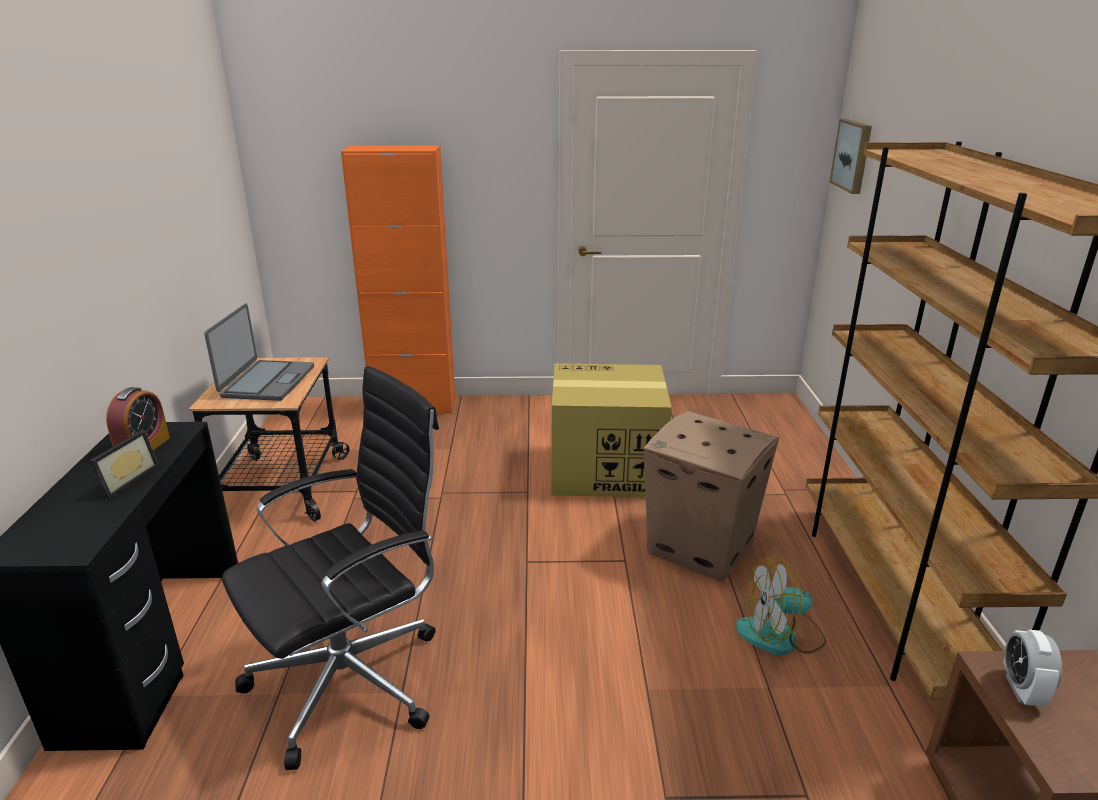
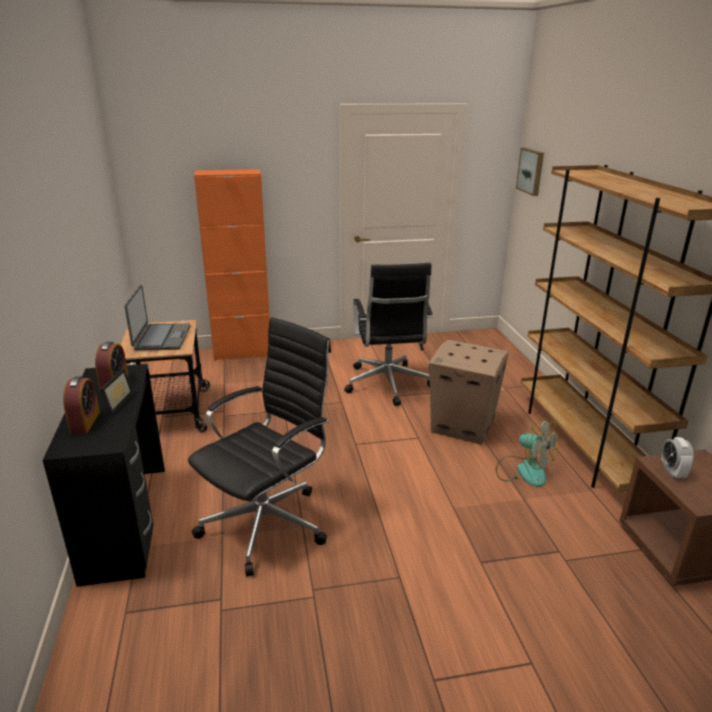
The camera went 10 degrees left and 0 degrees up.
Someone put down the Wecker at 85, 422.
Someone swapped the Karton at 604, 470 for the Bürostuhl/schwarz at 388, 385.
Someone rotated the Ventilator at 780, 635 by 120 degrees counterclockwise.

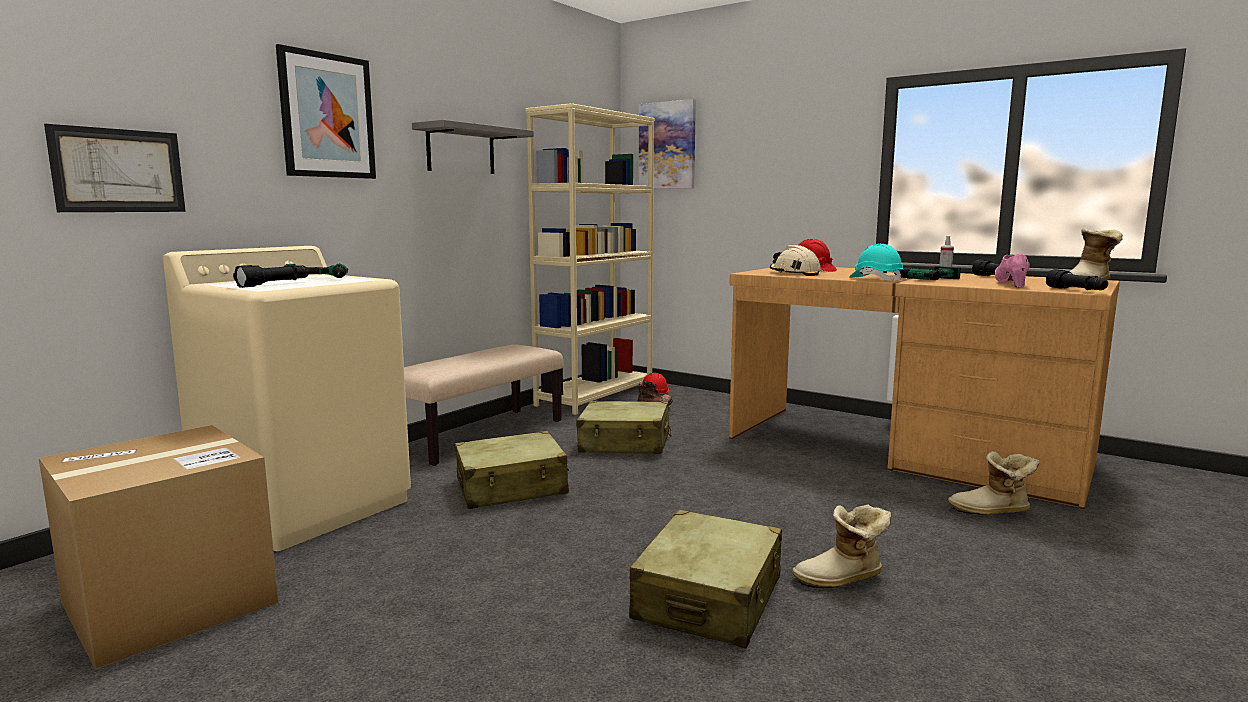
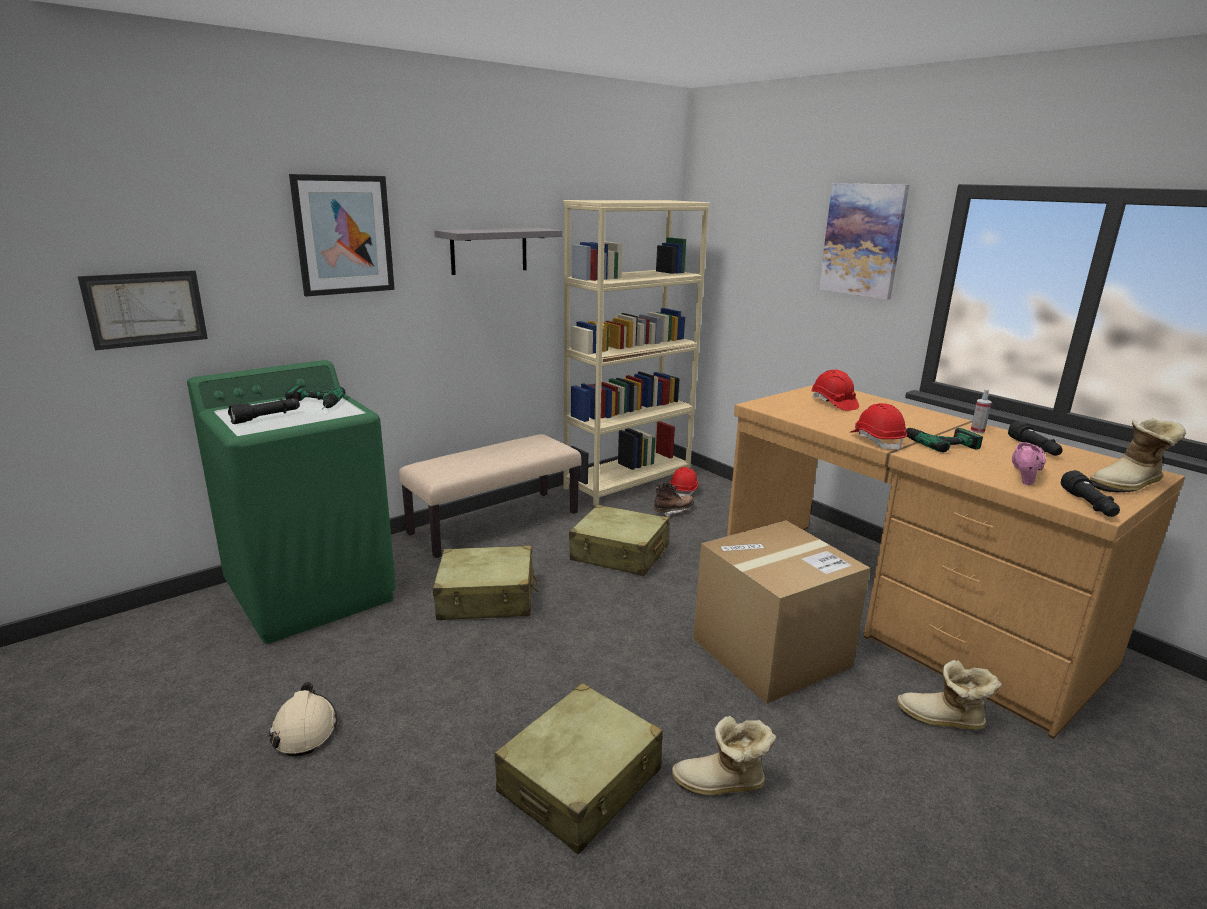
The camera went 15 degrees right and 10 degrees up.
Someone repainted the Waschmaschine/beige at 306, 506, which became the Waschmaschine/grün at 312, 592.
Someone carried the Schutzhelm/beige from 794, 273 to 304, 729.
Someone carried the Karton from 170, 603 to 770, 652.
Someone carried the Bild from 667, 145 to 862, 240.
Someone repainted the Schutzhelm/türkis at 876, 279, which became the Schutzhelm/rot at 876, 441.

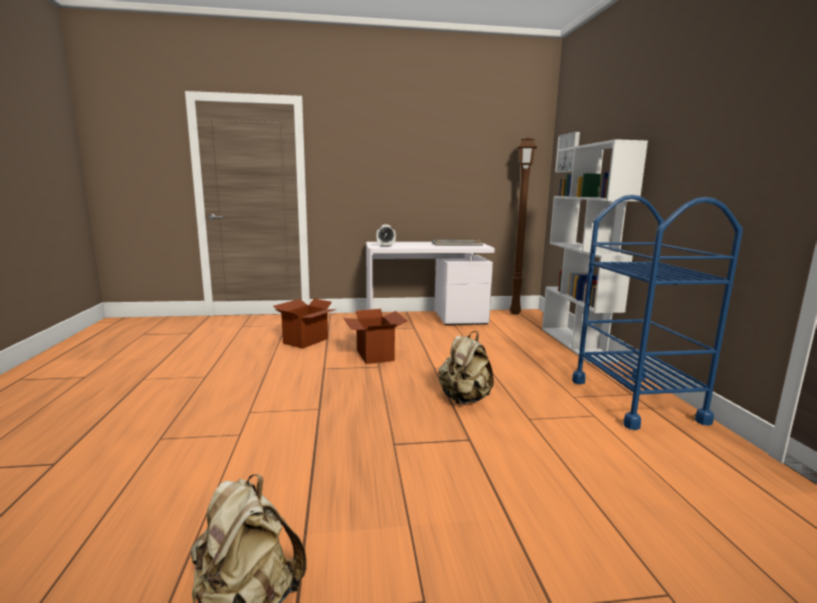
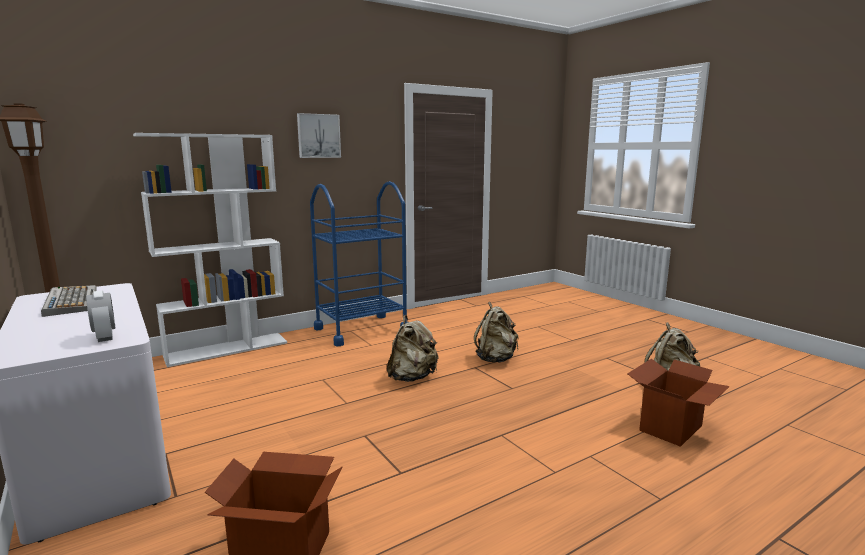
The camera went 115 degrees left and 0 degrees up.
Someone carried the Bild from 569, 153 to 318, 136.
Someone put down the Rucksack/beige at 496, 359.
Someone carried the Karton from 374, 355 to 672, 428.

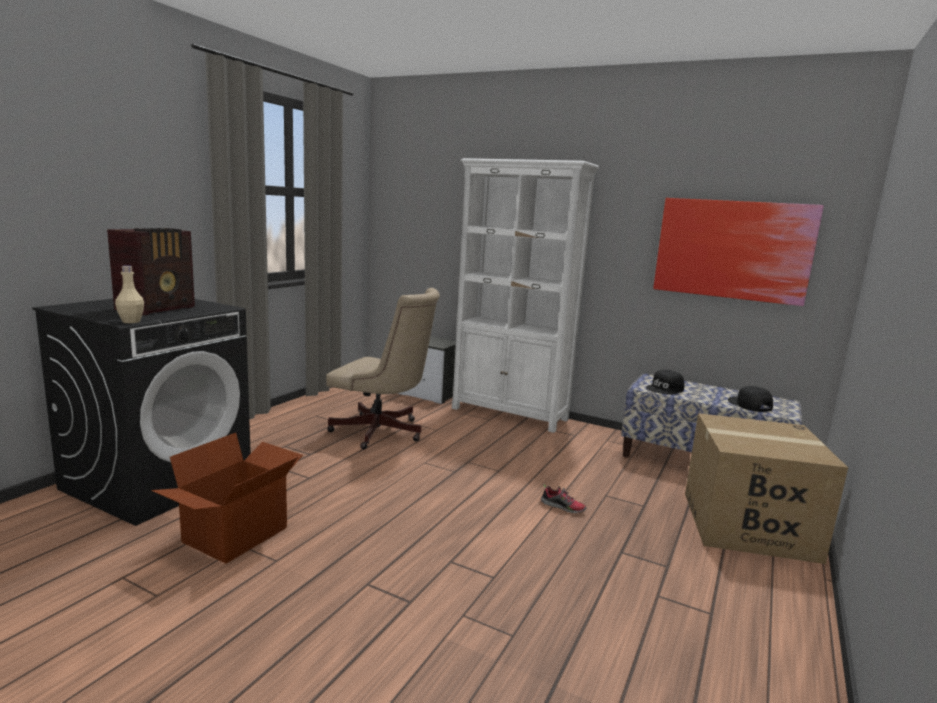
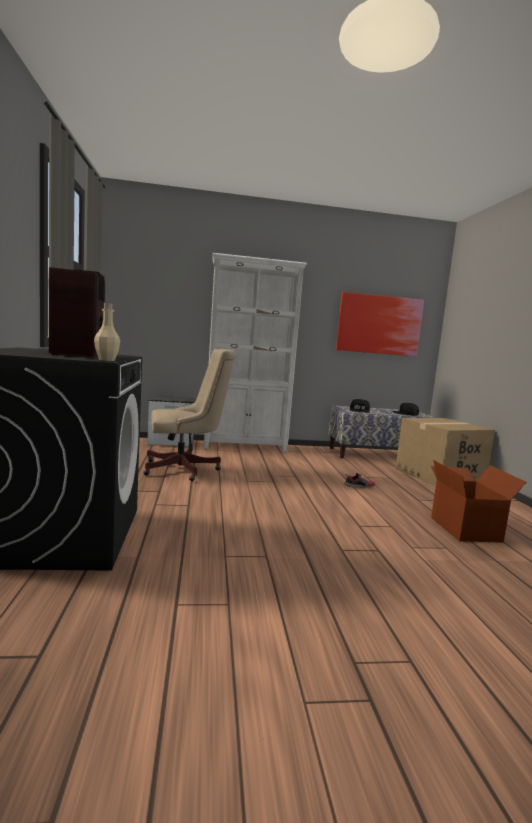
The camera went 35 degrees left and 5 degrees down.
Someone carried the Karton from 237, 535 to 466, 529.

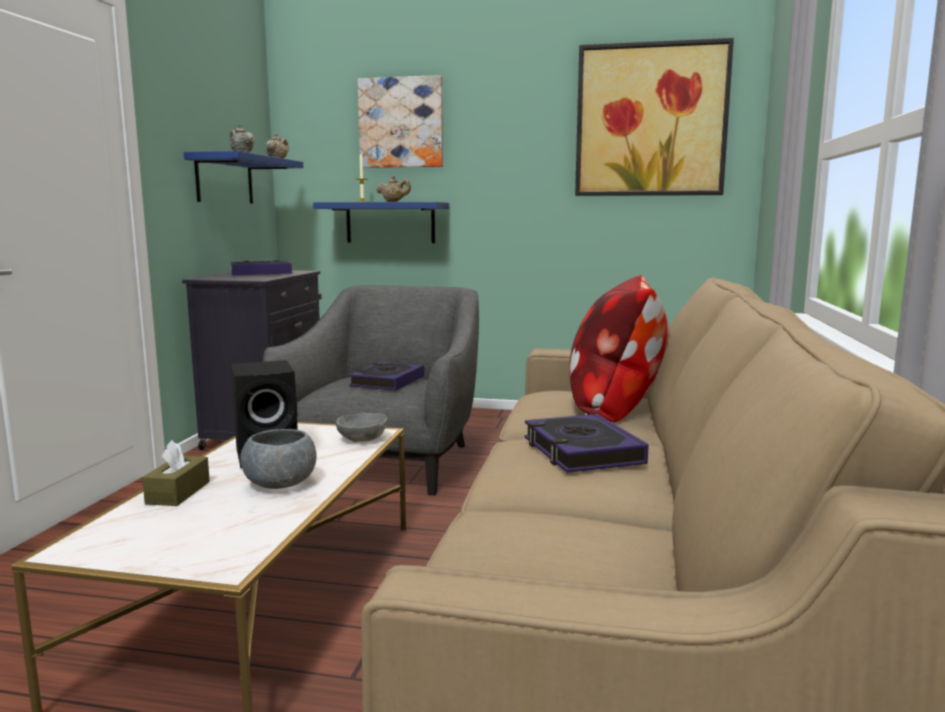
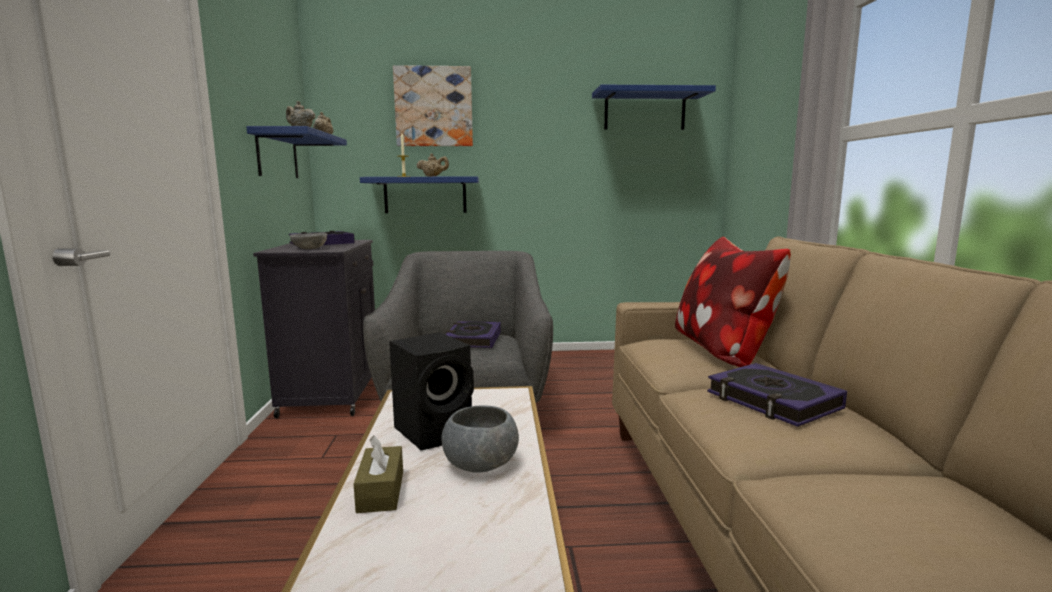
The camera went 15 degrees left and 0 degrees up.
Someone carried the Schüssel/grau from 362, 439 to 310, 249.
Someone swapped the Bild at 650, 120 for the Wandregal/blau at 644, 111.

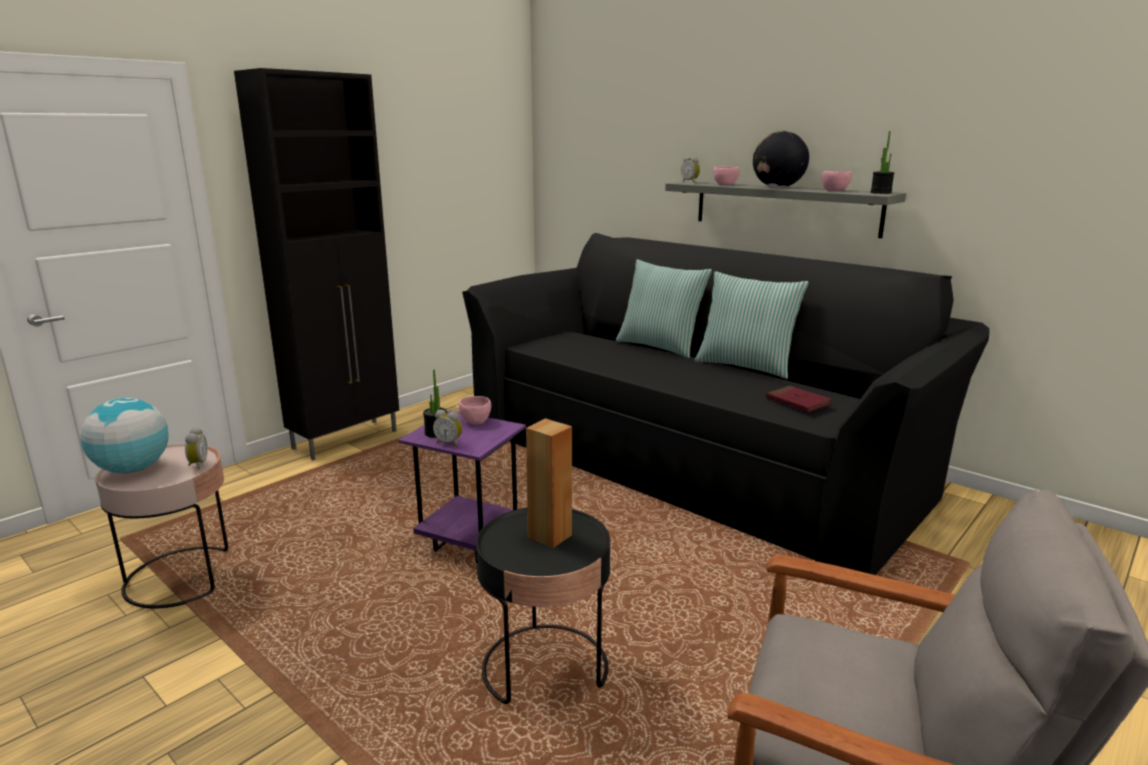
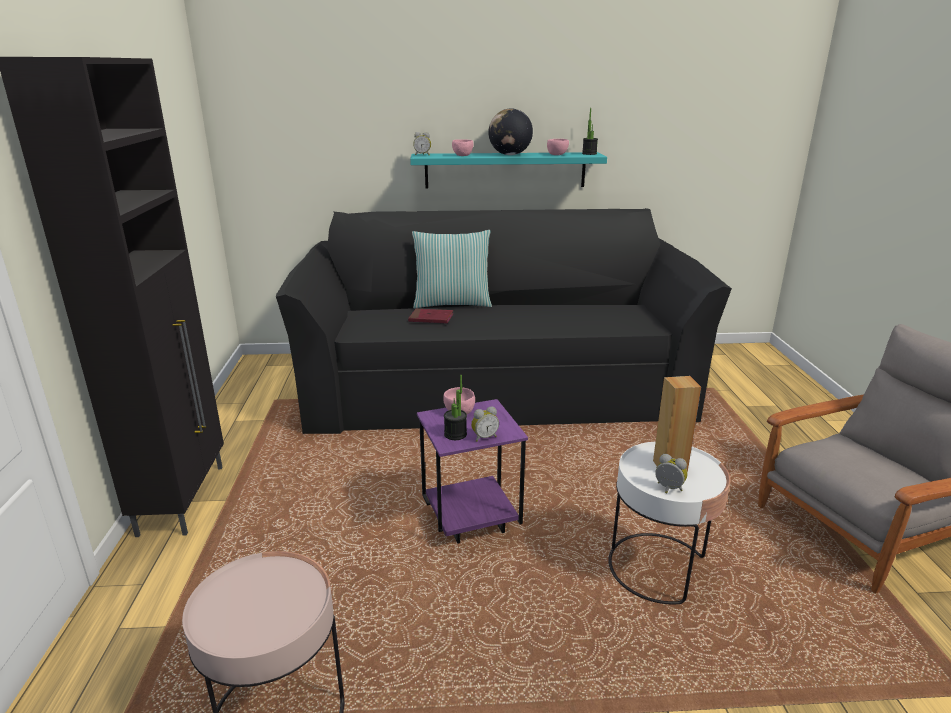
The camera went 45 degrees left and 5 degrees up.
Someone carried the Buch/rot from 798, 402 to 431, 318.
Someone repainted the Wandregal/grau at 784, 207, which became the Wandregal/türkis at 505, 170.
Someone repainted the Beistelltisch/schwarz at 545, 667, which became the Beistelltisch/weiß at 658, 567.
Someone carried the Wecker from 197, 464 to 668, 489.
Someone took away the Globus at 132, 469.
Someone took away the Kissen at 746, 366.

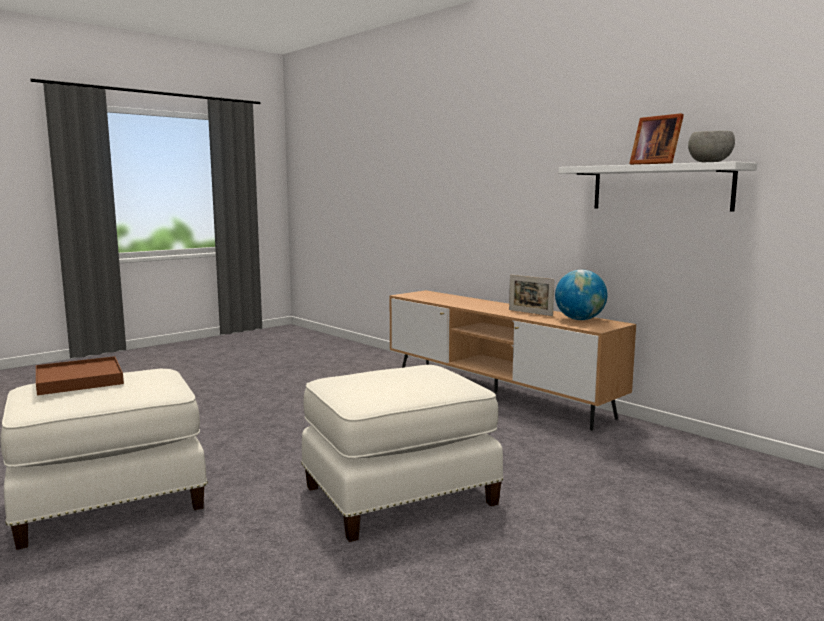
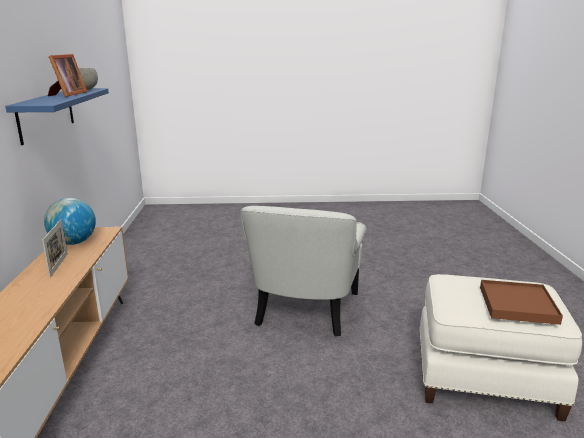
The camera went 140 degrees left and 10 degrees up.
Someone repainted the Wandregal/weiß at 660, 187, which became the Wandregal/blau at 46, 114.
Someone swapped the Polsterhocker/weiß at 398, 494 for the Sessel/weiß at 305, 309.

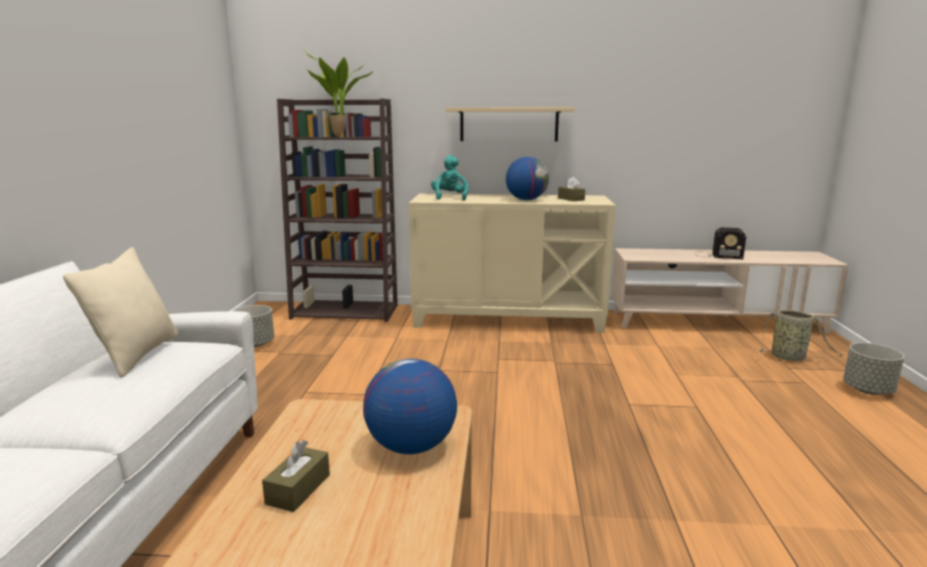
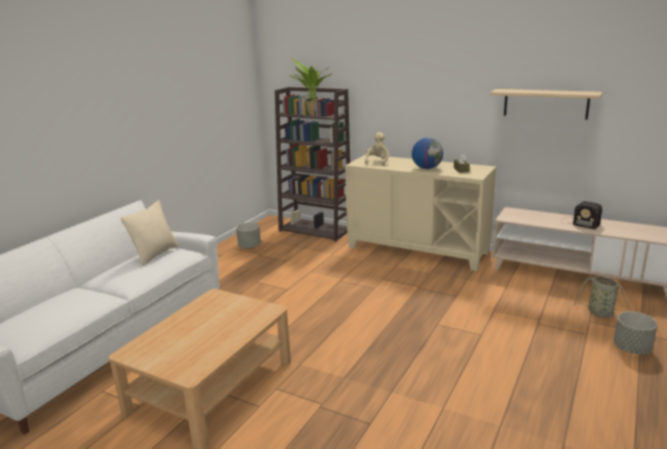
The camera went 25 degrees right and 5 degrees up.
Someone repainted the Plüschtier/türkis at 449, 198, which became the Plüschtier/beige at 377, 162.
Someone carried the Wandregal/beige from 509, 124 to 545, 103.
Someone took away the Taschentuchbox/braun at 298, 489.
Someone took away the Globus at 411, 446.

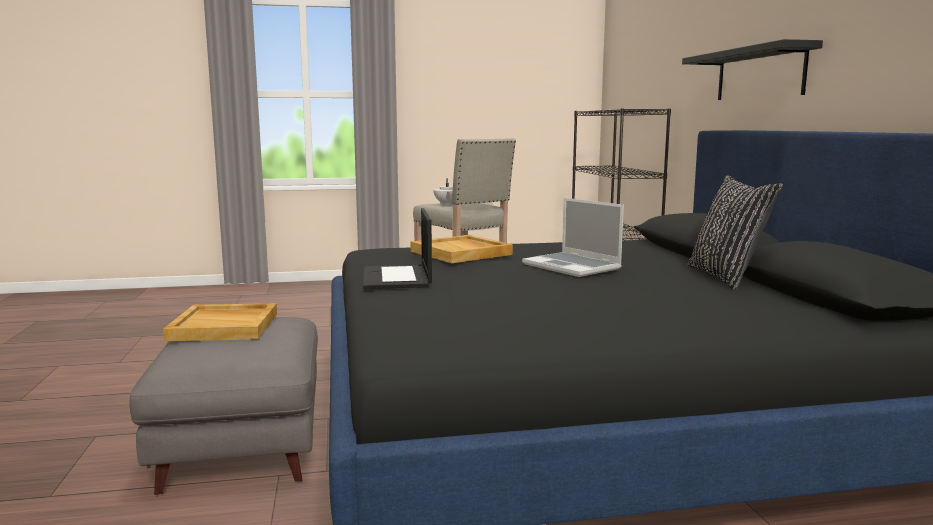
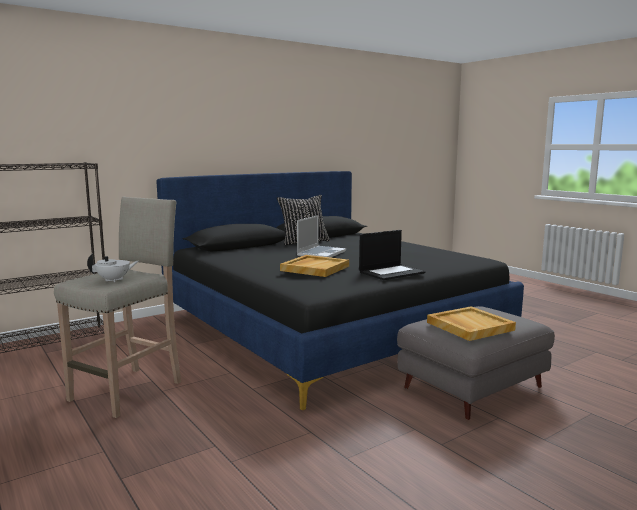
The camera went 115 degrees left and 0 degrees up.
Someone took away the Wandregal/schwarz at 759, 74.

